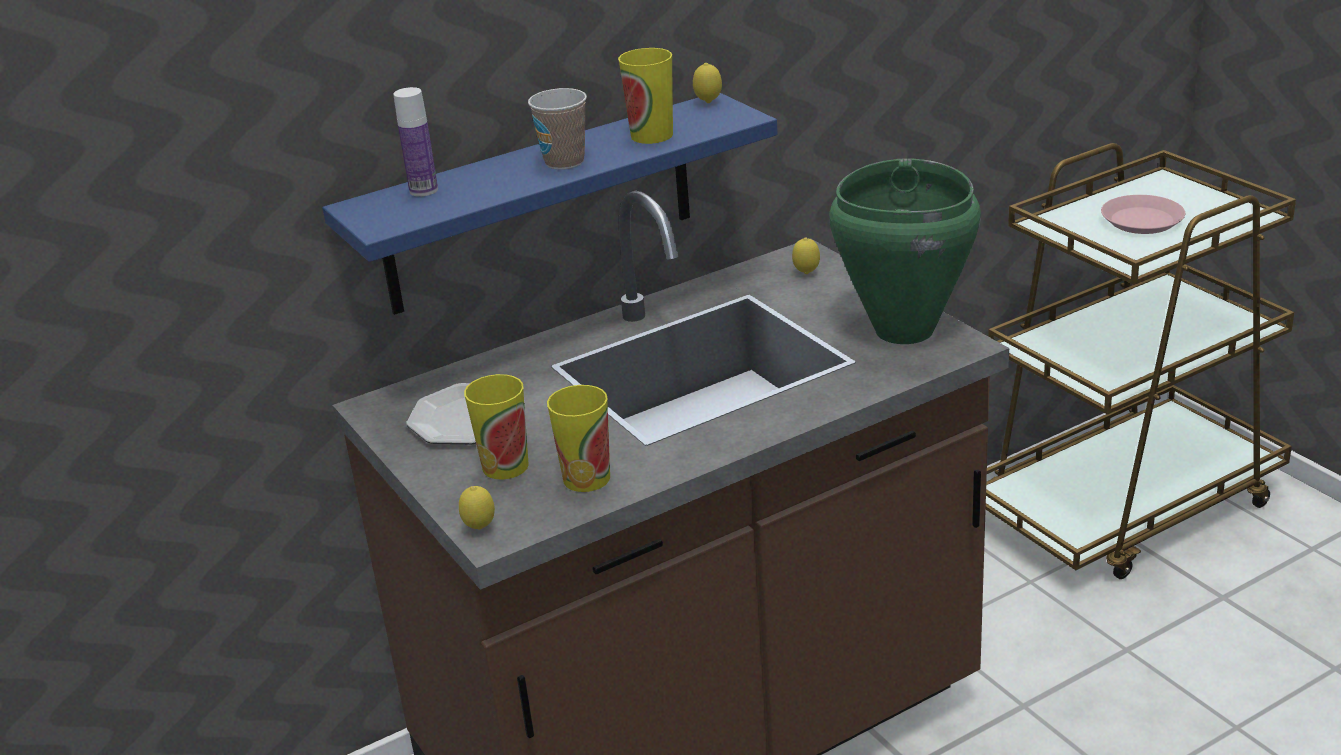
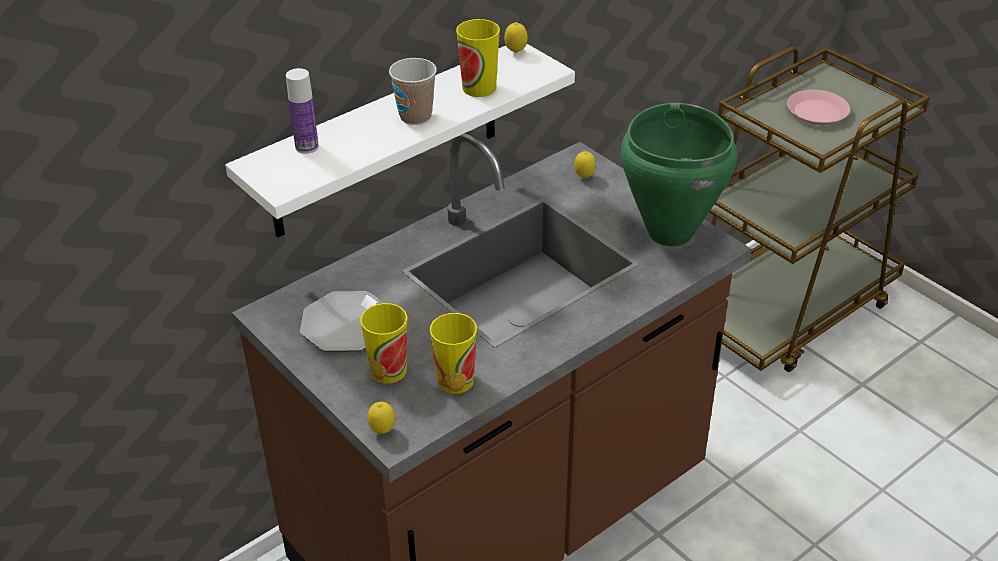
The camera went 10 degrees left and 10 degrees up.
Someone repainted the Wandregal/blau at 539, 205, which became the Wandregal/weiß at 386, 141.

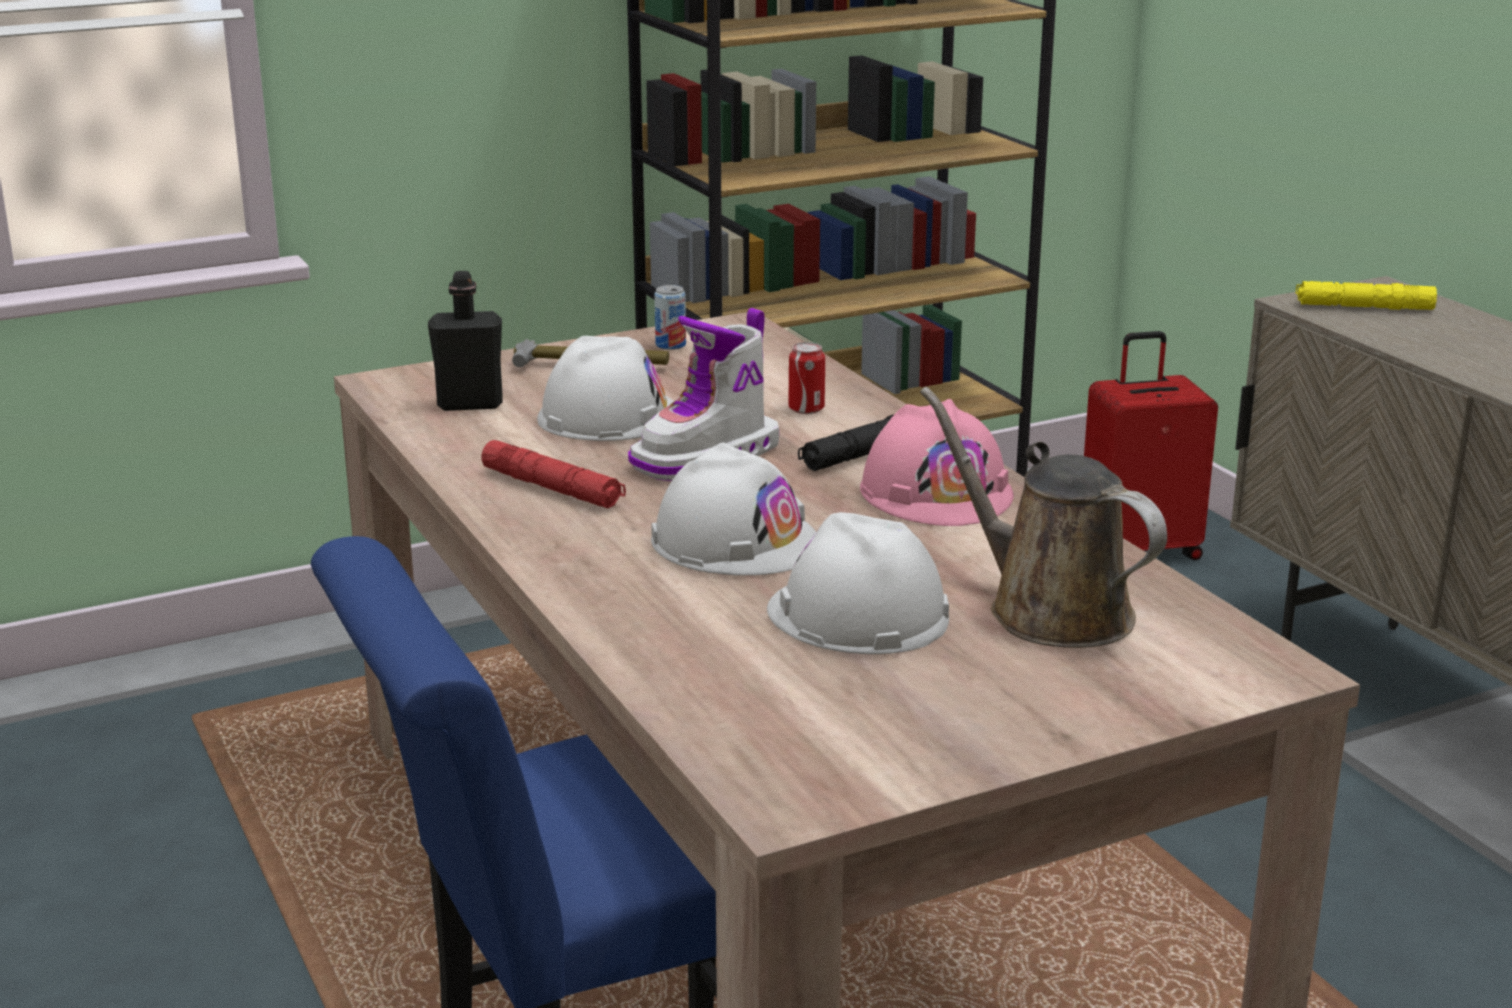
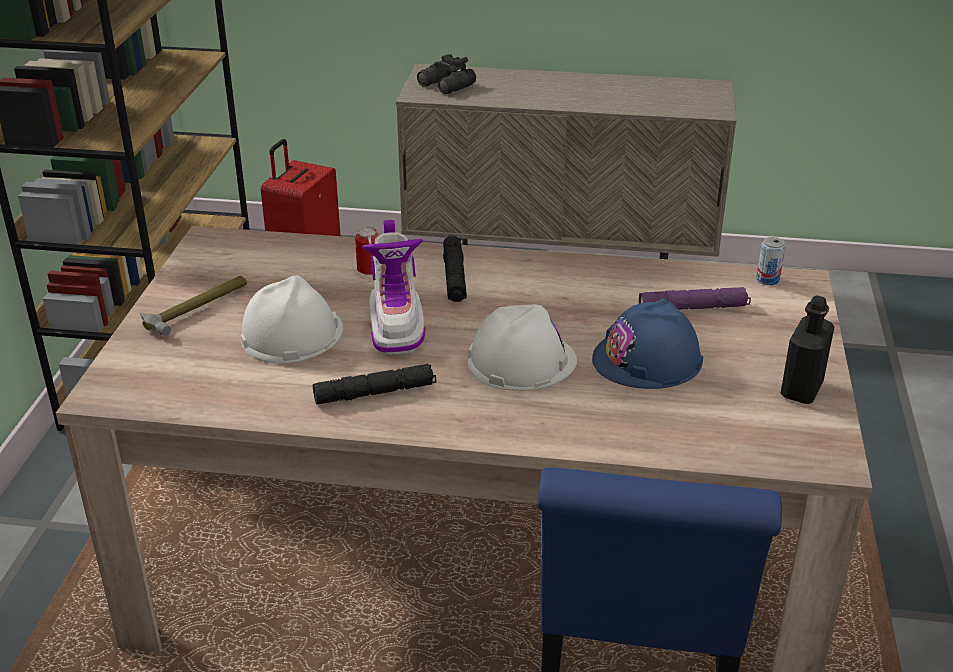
The camera went 55 degrees left and 10 degrees up.
Someone repainted the Taschenlampe/rot at 552, 489, which became the Taschenlampe/schwarz at 375, 393.
Someone swapped the Taschenlampe/gelb at 1363, 307 for the Fernglas/schwarz at 446, 86.
Someone repainted the Schutzhelm/weiß at 857, 614, which became the Schutzhelm/blau at 647, 360.
Someone swapped the Gießkanne/braun at 1048, 610 for the Taschenlampe/lila at 693, 308.
Someone carried the Dose from 670, 345 to 767, 280.
Someone carried the Flasche/schwarz from 470, 404 to 801, 389.
Someone took away the Schutzhelm/rosa at 936, 492.

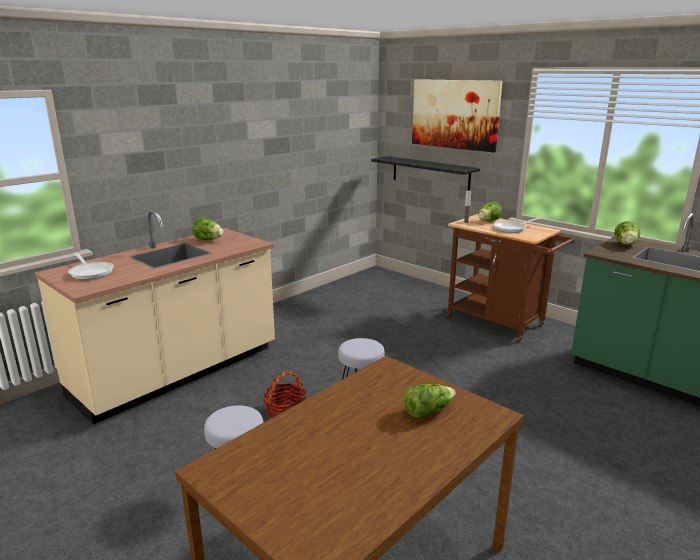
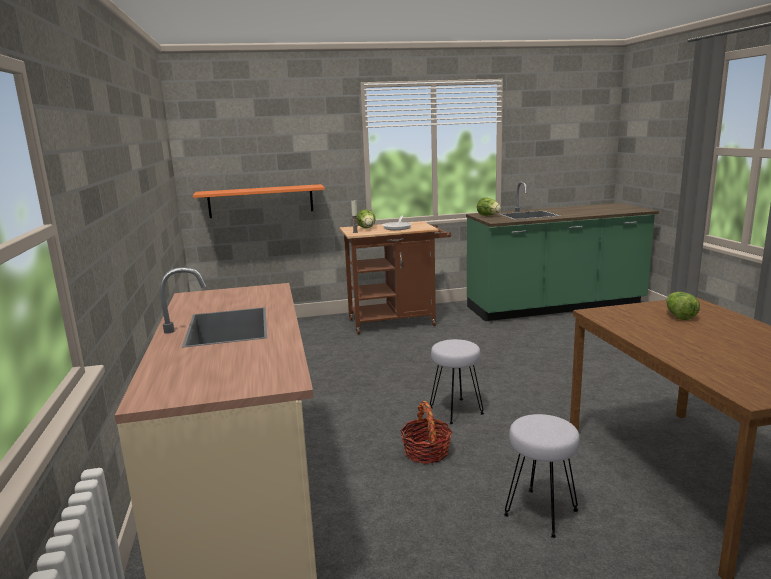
The camera went 55 degrees left and 5 degrees down.
Someone repainted the Wandregal/schwarz at 430, 173, which became the Wandregal/orange at 261, 201.
Someone took away the Pfanne at 91, 272.
Someone took away the Salatkopf at 208, 240.
Someone took away the Bild at 454, 114.

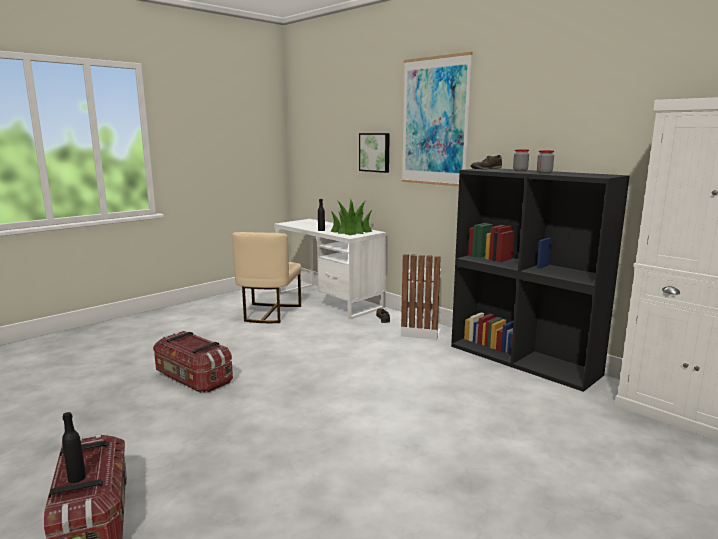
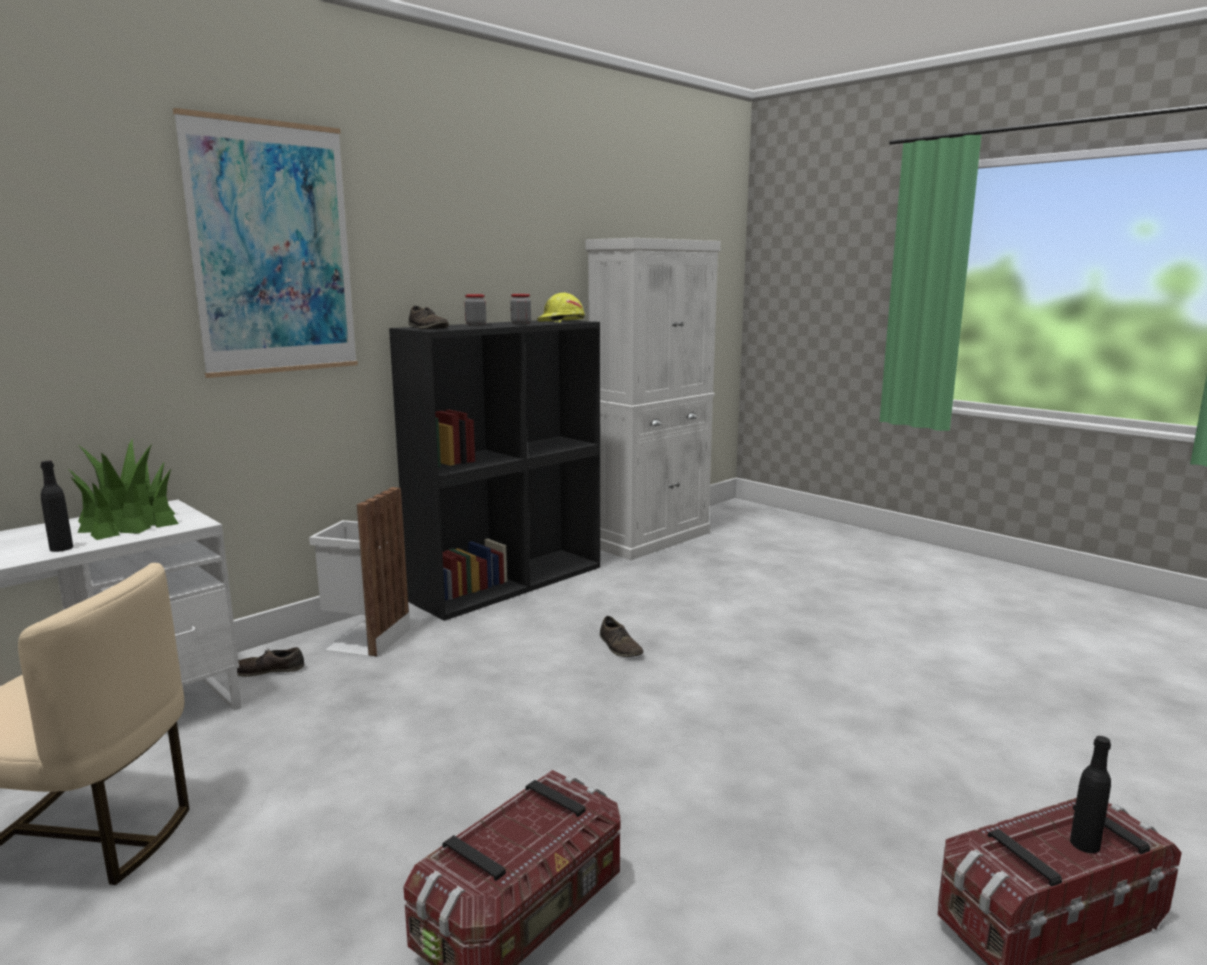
The camera went 90 degrees left and 0 degrees up.
Someone put down the Schutzhelm/gelb at 561, 321.
Someone put down the Schuh/braun at 620, 647.
Someone took away the Bild at 375, 152.

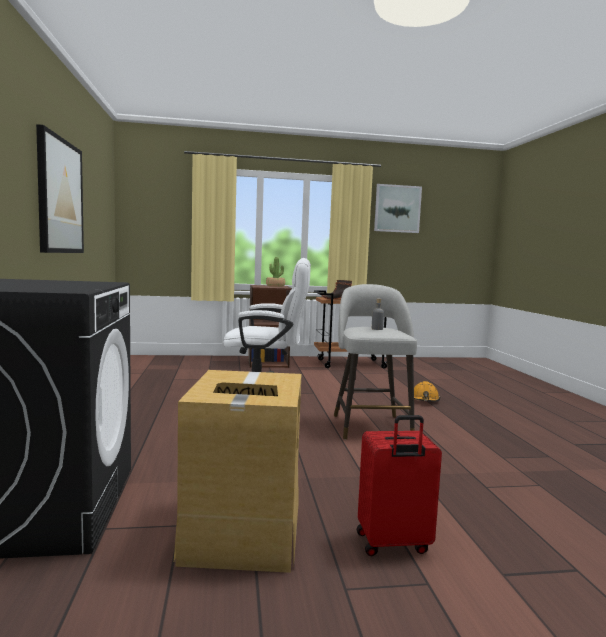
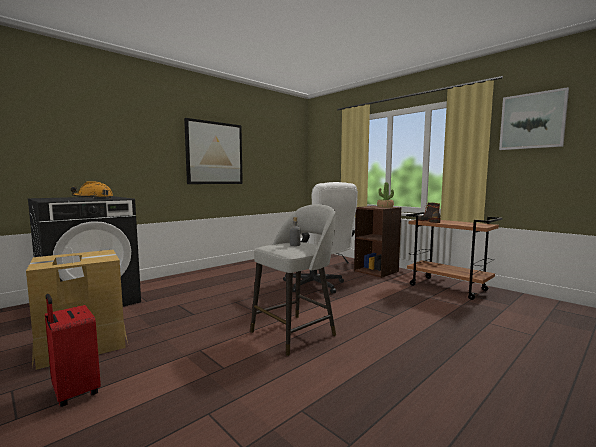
The camera went 55 degrees right and 0 degrees up.
Someone carried the Schutzhelm/orange from 424, 400 to 93, 198.

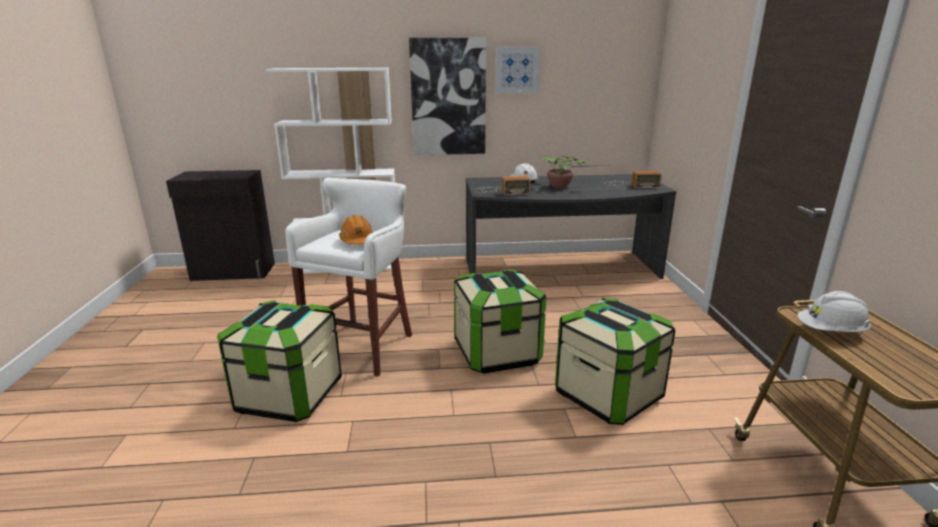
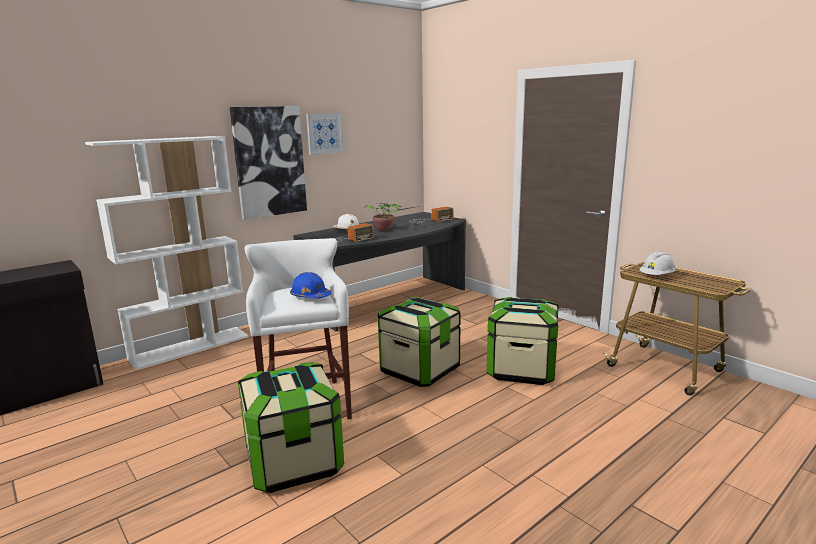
The camera went 35 degrees left and 5 degrees down.
Someone repainted the Schutzhelm/orange at 357, 241, which became the Schutzhelm/blau at 310, 296.

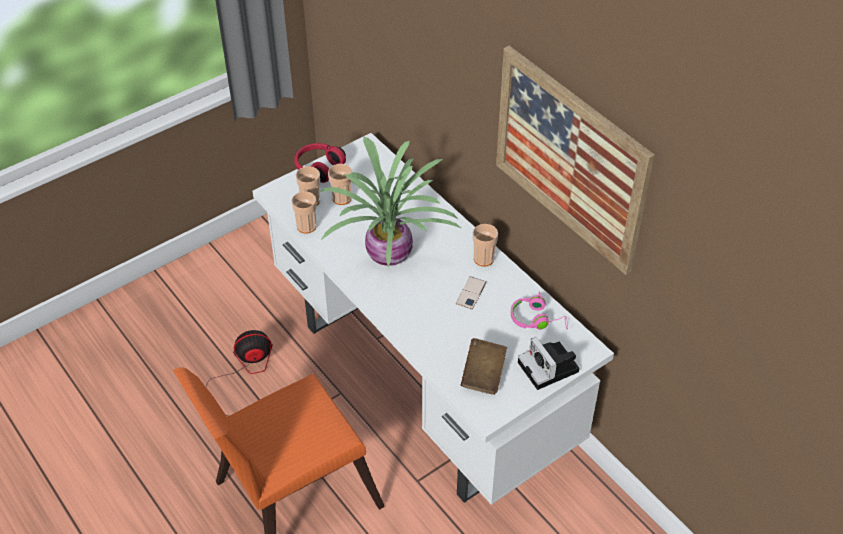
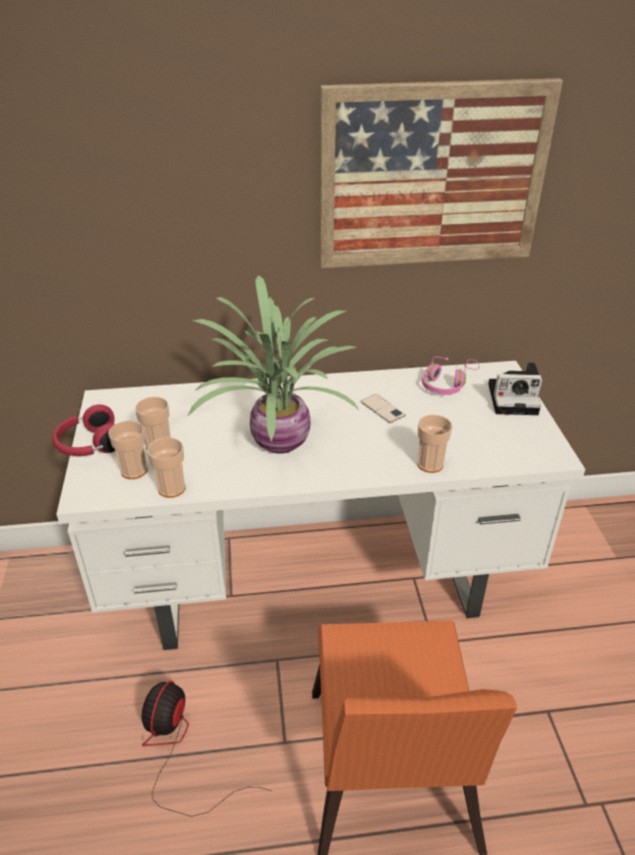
The camera went 60 degrees left and 10 degrees down.
Someone carried the Tasse from 483, 259 to 430, 464.
Someone took away the Buch/braun at 483, 375.

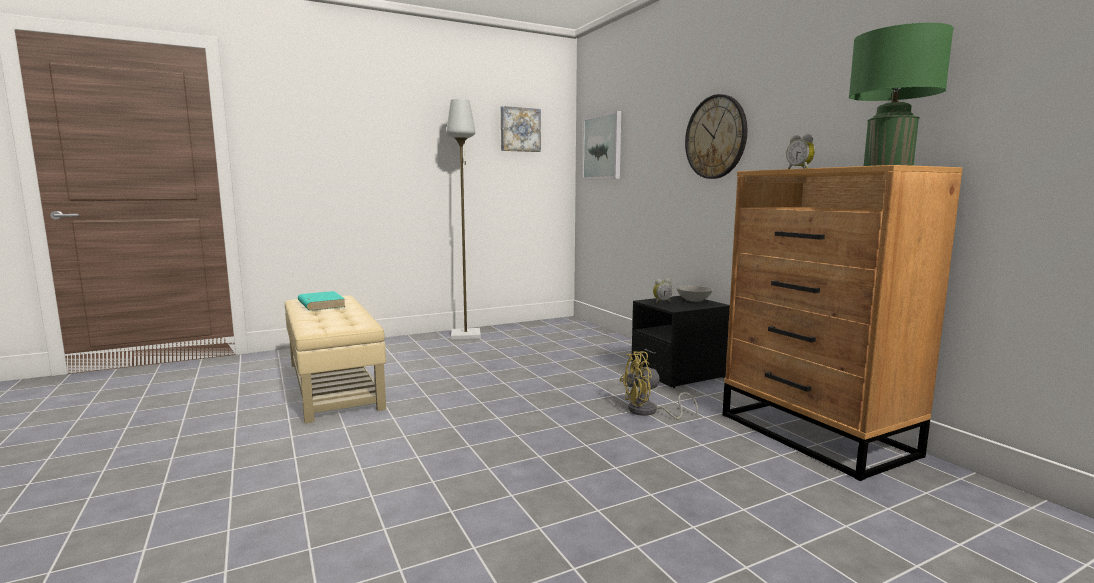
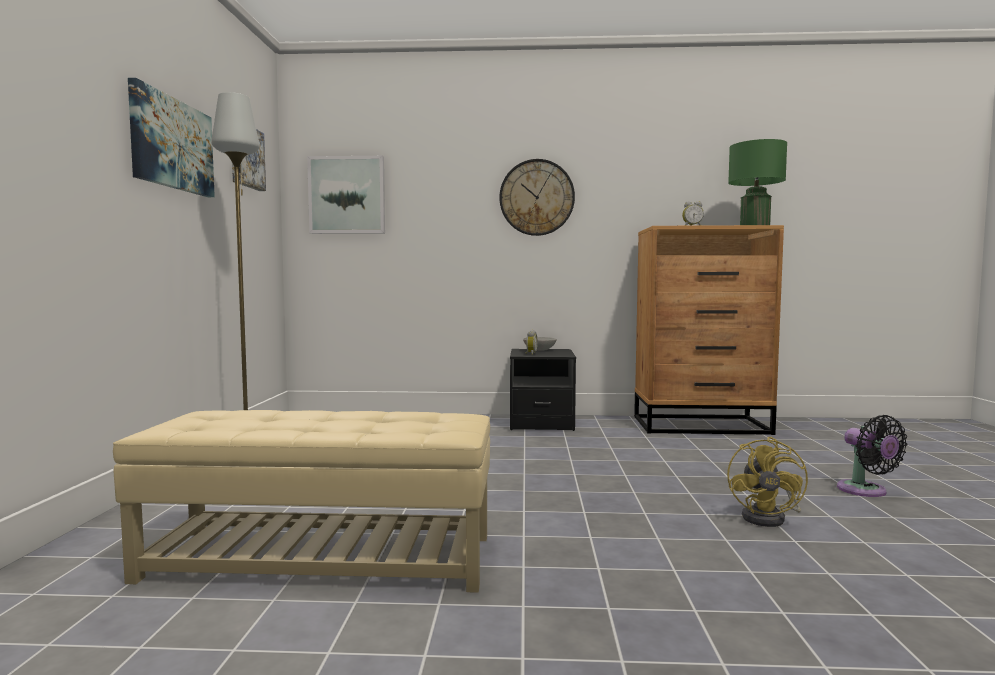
The camera went 60 degrees left and 5 degrees down.
Someone put up the Bild at 172, 144.
Someone carried the Ventilator/gelb from 649, 412 to 769, 518.
Someone put down the Ventilator/schwarz at 865, 491.
Someone took away the Buch/türkis at 321, 304.

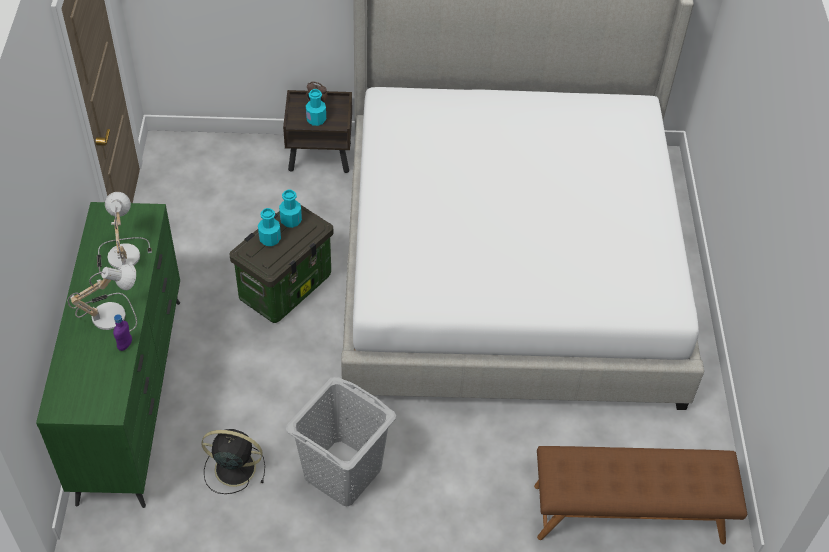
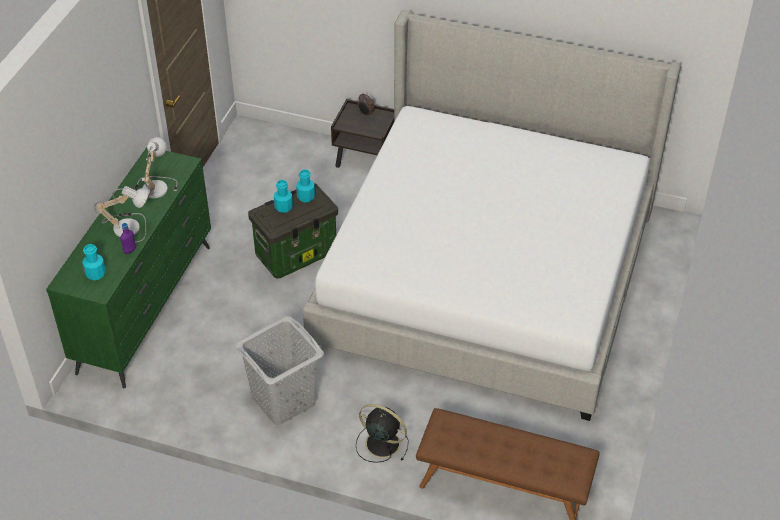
The camera went 20 degrees right and 5 degrees down.
Someone carried the Flasche/türkis from 316, 119 to 95, 274.
Someone carried the Ventilator/schwarz from 233, 468 to 381, 443.

